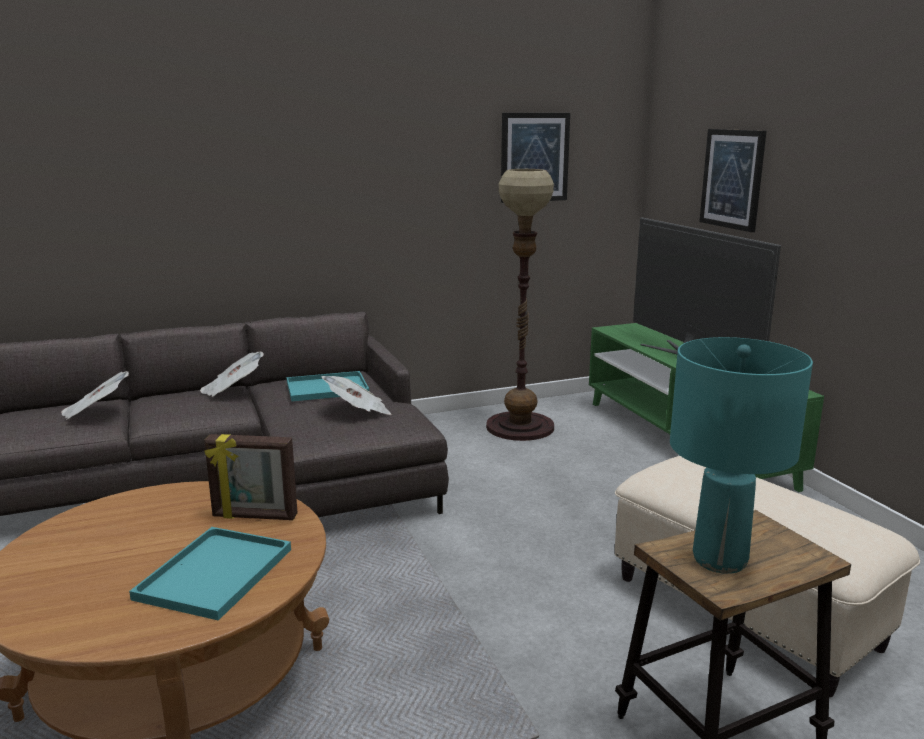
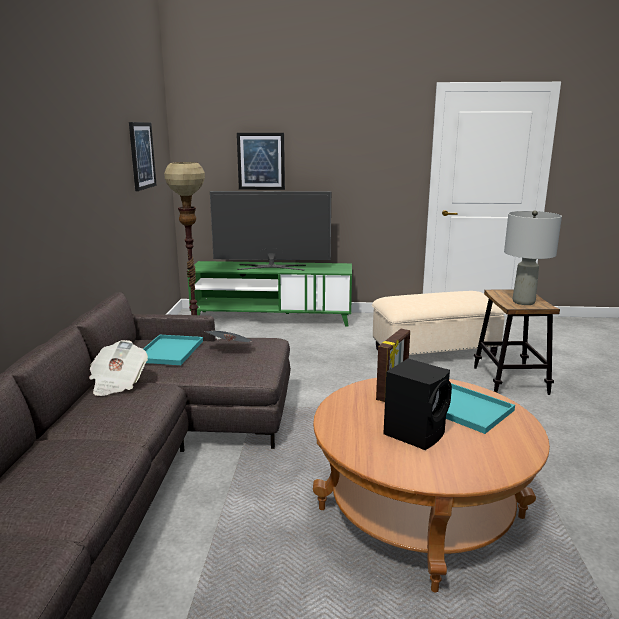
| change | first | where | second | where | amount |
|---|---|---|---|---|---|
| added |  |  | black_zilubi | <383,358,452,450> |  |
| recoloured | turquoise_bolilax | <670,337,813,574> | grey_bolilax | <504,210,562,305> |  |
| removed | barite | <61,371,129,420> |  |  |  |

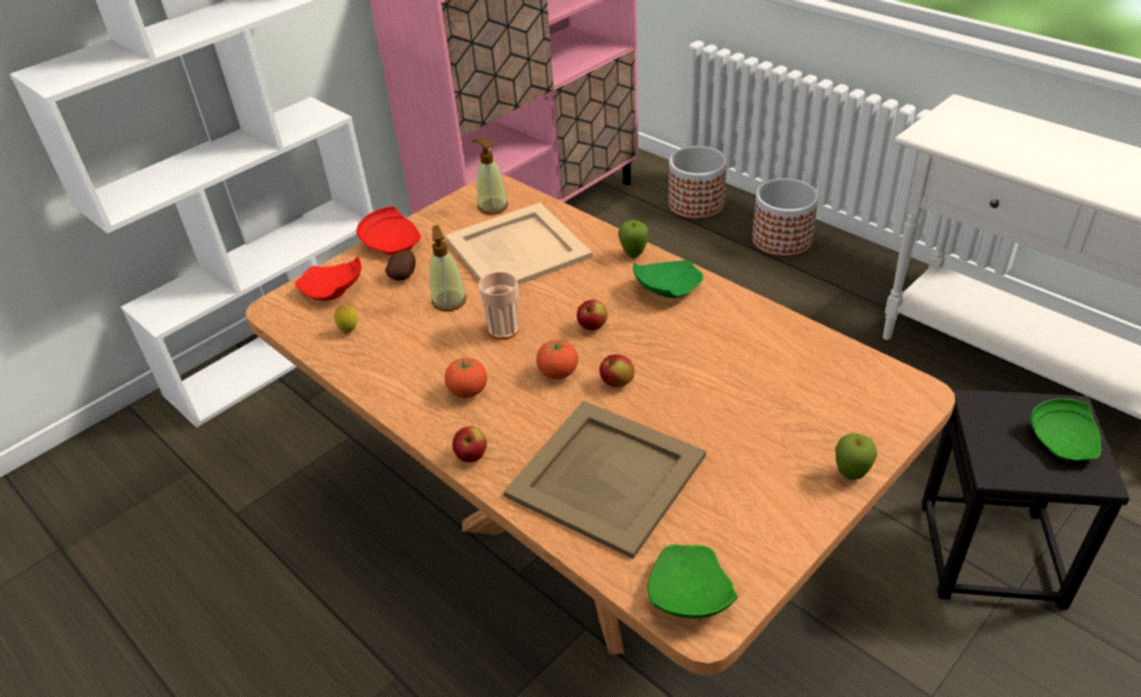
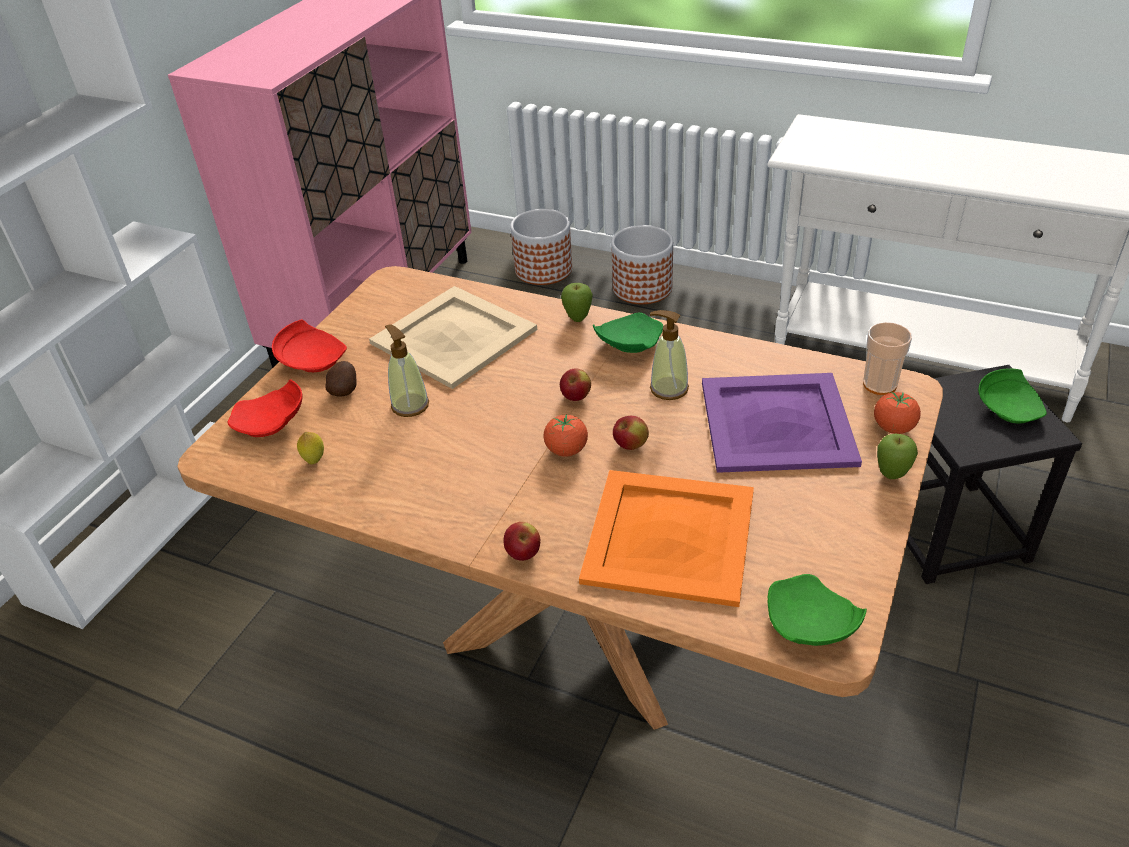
| change | first | where | second | where | amount |
|---|---|---|---|---|---|
| recoloured | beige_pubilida | <503,401,706,559> | orange_pubilida | <579,470,754,607> |  |
| moved | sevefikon | <472,138,508,215> |  | <650,310,689,400> |  |
| added |  |  | purple_pubilida | <702,373,862,473> |  |
| moved | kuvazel | <478,272,519,340> |  | <863,322,912,395> |  |
| moved | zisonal | <445,357,487,398> |  | <874,392,921,434> |  |

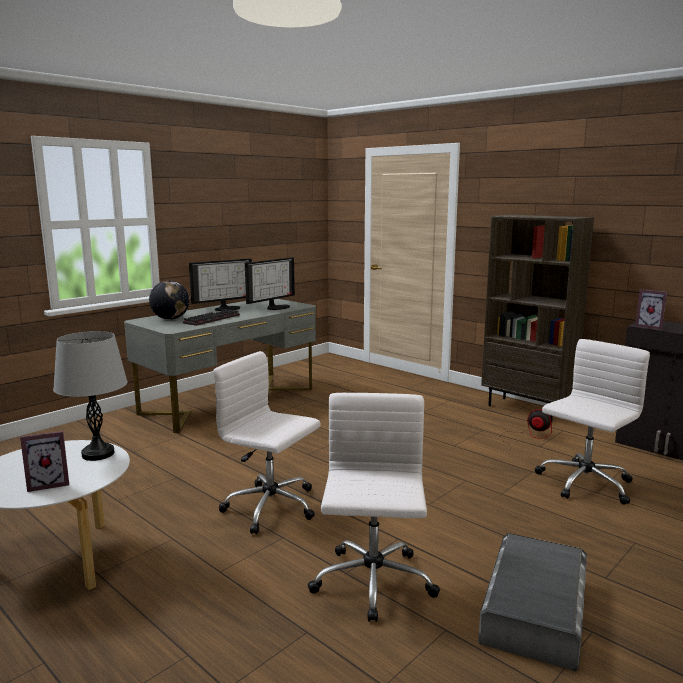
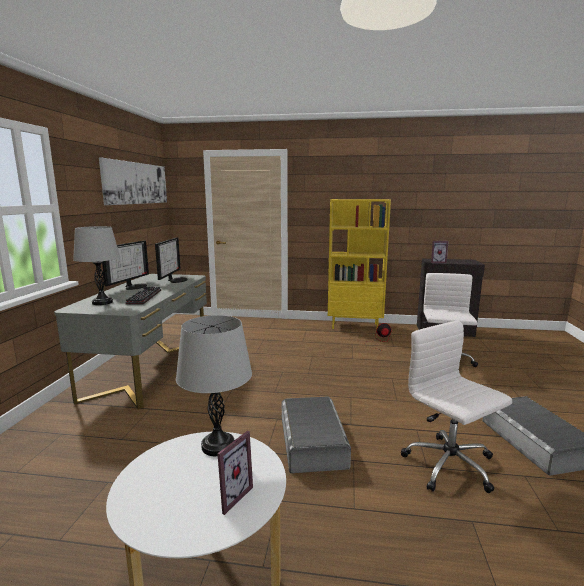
| change | first | where | second | where | amount |
|---|---|---|---|---|---|
| replaced | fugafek | <149,281,190,320> | grey_bolilax | <73,226,120,305> |  |
| added |  |  | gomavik | <99,157,167,205> |  |
| replaced | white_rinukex | <213,351,321,534> | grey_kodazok | <281,396,351,473> |  |
| recoloured | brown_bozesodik | <481,215,594,423> | yellow_bozesodik | <328,199,391,331> |  |

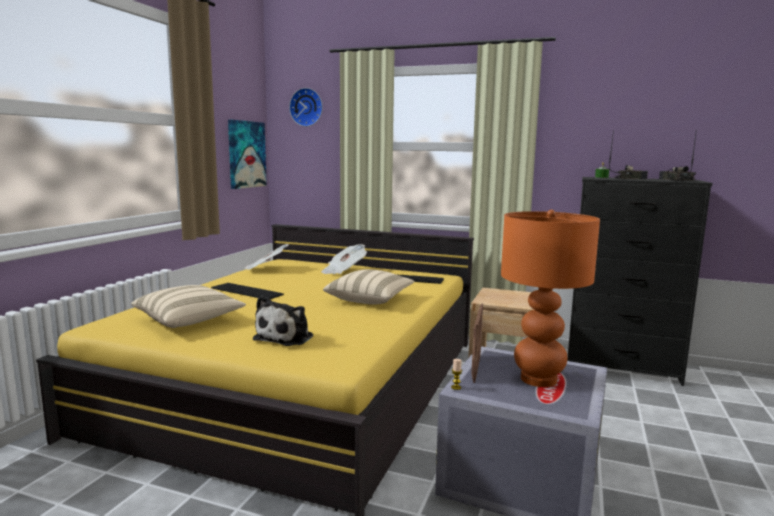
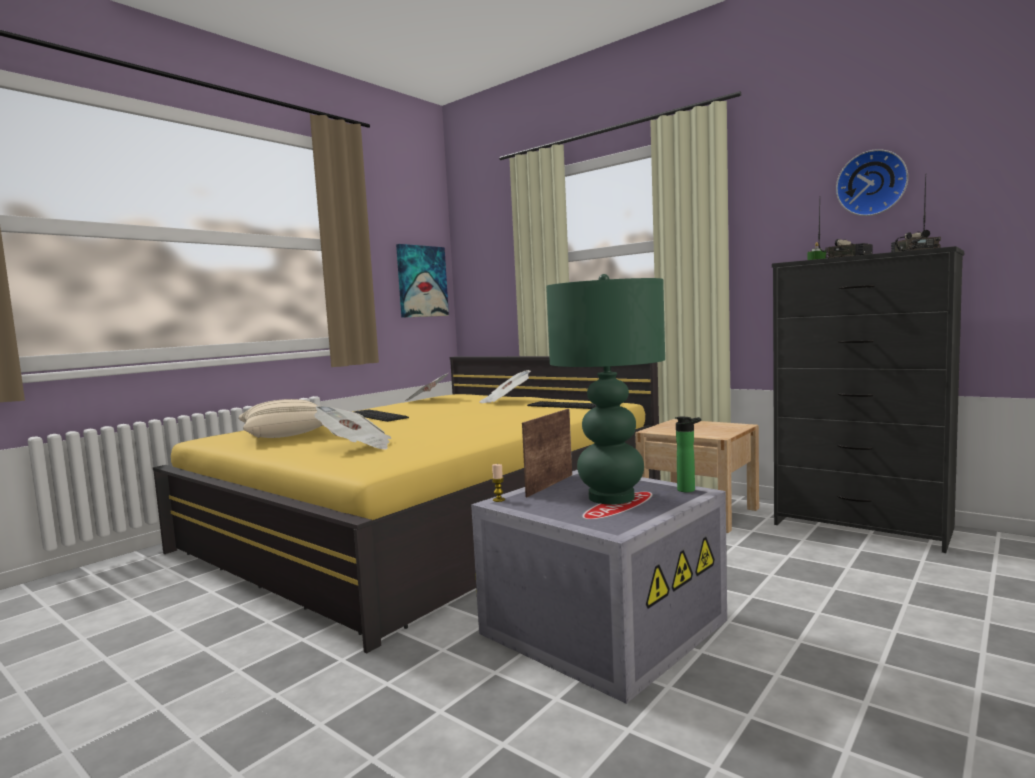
| change | first | where | second | where | amount |
|---|---|---|---|---|---|
| replaced | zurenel | <253,296,313,346> | barite | <314,406,391,450> |  |
| recoloured | orange_bolilax | <501,210,600,387> | green_bolilax | <546,274,665,504> |  |
| added |  |  | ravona | <675,417,701,492> |  |
| moved | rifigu | <289,88,323,127> |  | <836,149,908,216> |  |
| removed | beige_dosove | <323,269,415,305> |  |  |  |

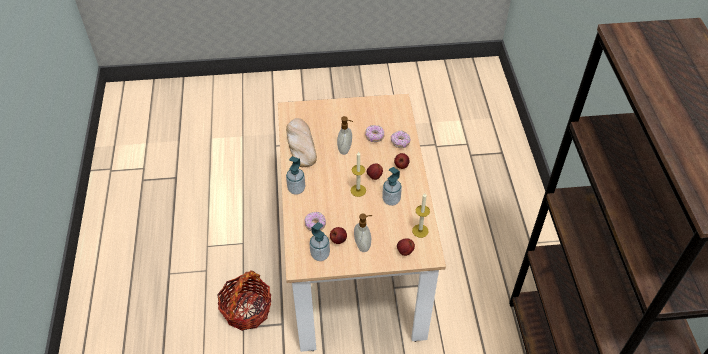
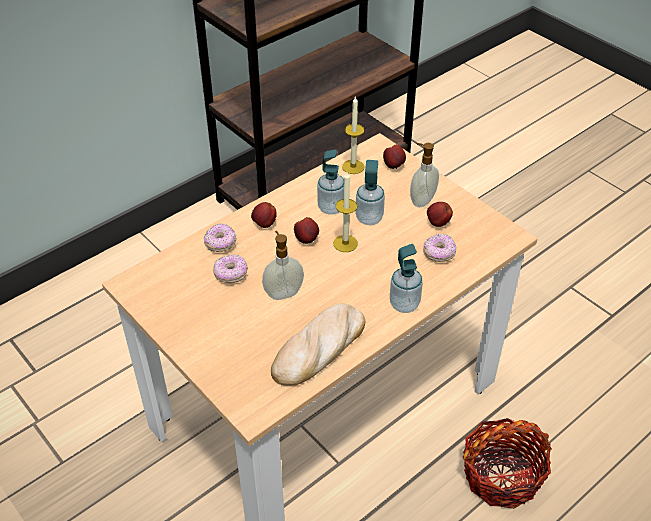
| change | first | where | second | where | amount |
|---|---|---|---|---|---|
| moved | sevefikon | <309,222,330,261> |  | <355,160,385,225> |  |

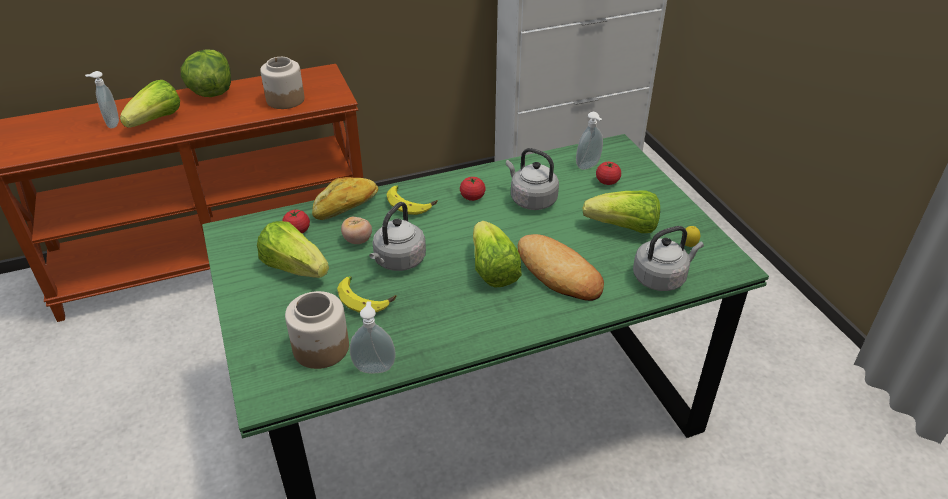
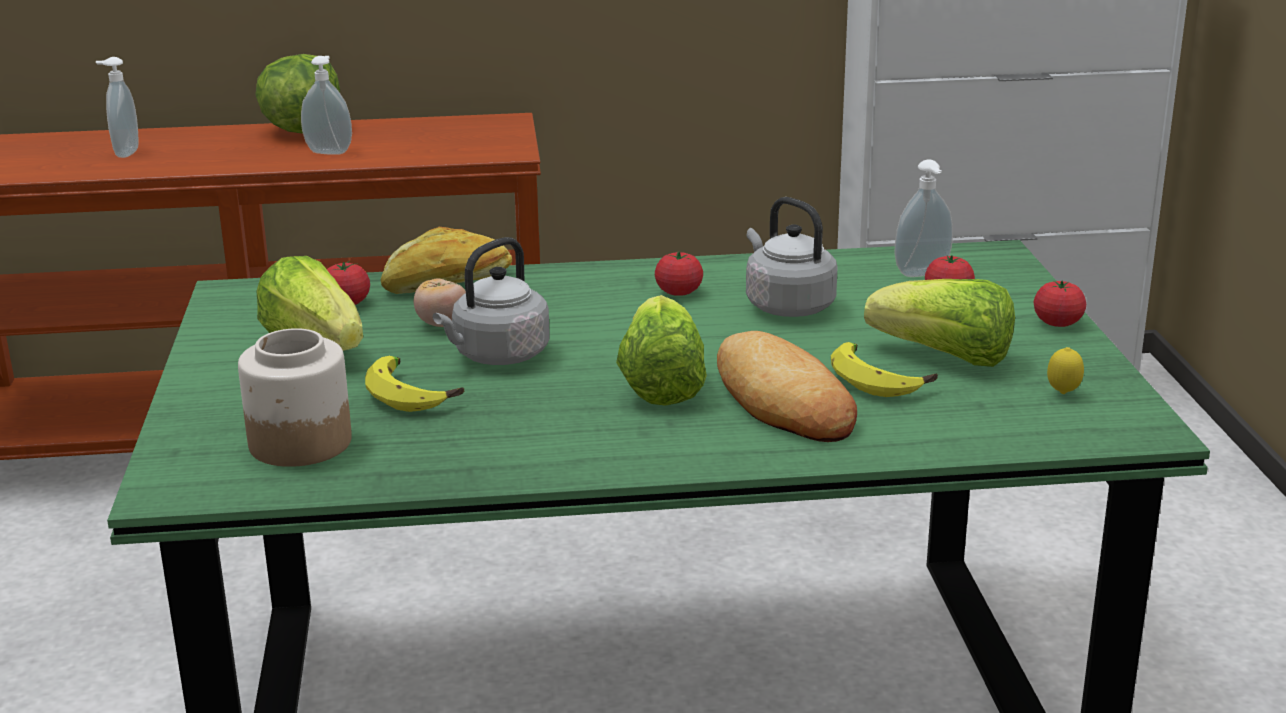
| change | first | where | second | where | amount |
|---|---|---|---|---|---|
| moved | sevefikon | <350,301,396,373> |  | <301,56,352,155> |  |
| moved | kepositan | <386,186,438,215> |  | <831,342,938,397> |  |
| added |  |  | zisonal | <1034,280,1086,327> |  |
| removed | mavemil | <120,80,180,128> |  |  |  |
| removed | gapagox | <260,57,305,109> |  |  |  |
| removed | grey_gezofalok | <633,226,704,291> |  |  |  |

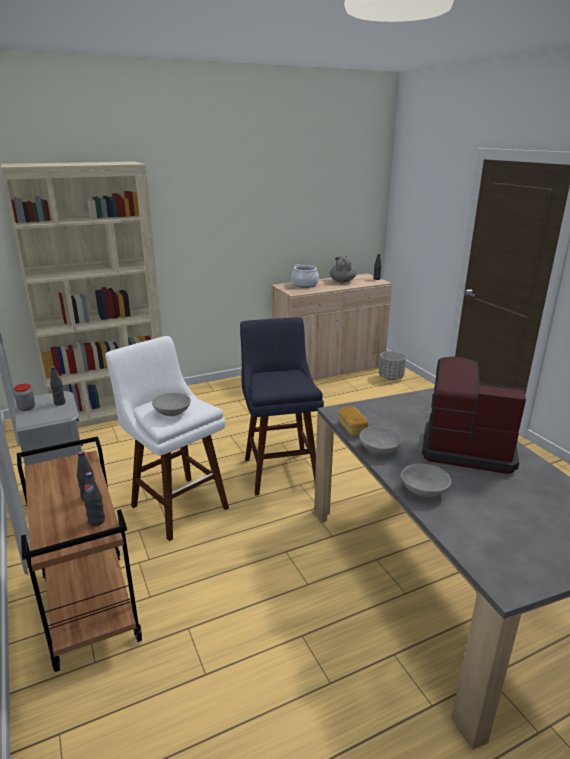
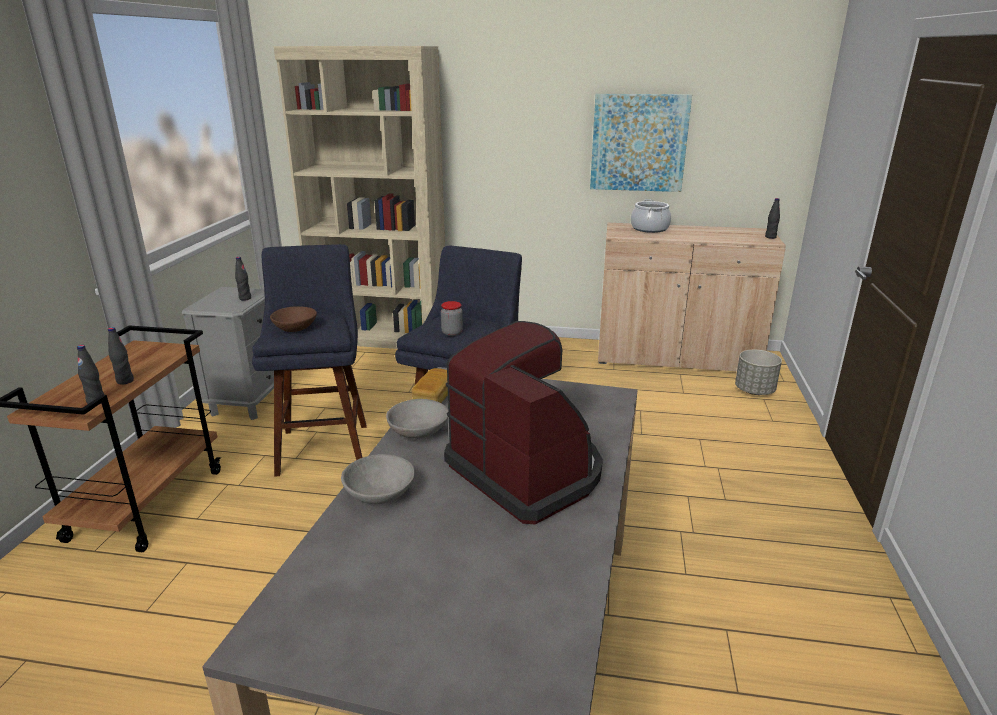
| change | first | where | second | where | amount |
|---|---|---|---|---|---|
| recoloured | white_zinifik | <105,336,229,541> | blue_zinifik | <252,244,367,477> |  |
| recoloured | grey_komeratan | <152,393,191,416> | brown_komeratan | <270,306,317,332> |  |
| moved | gapagox | <14,384,35,411> |  | <441,301,463,336> |  |
| added |  |  | gomavik | <590,94,692,192> |  |
| removed | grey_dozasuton | <330,256,356,283> |  |  |  |

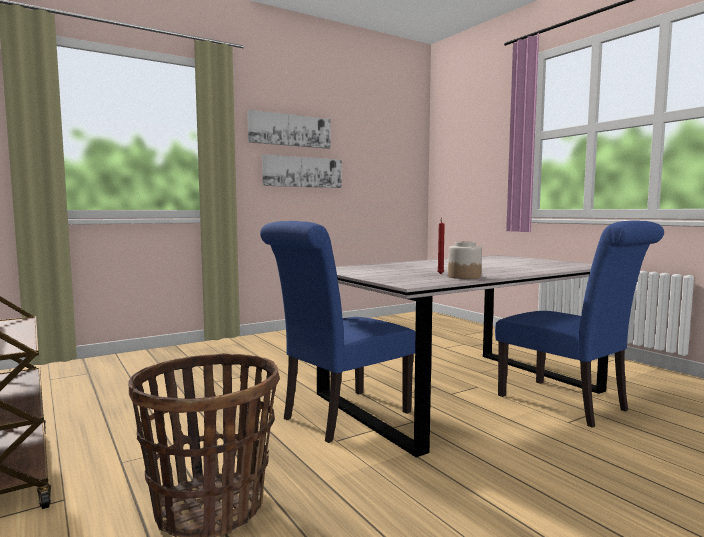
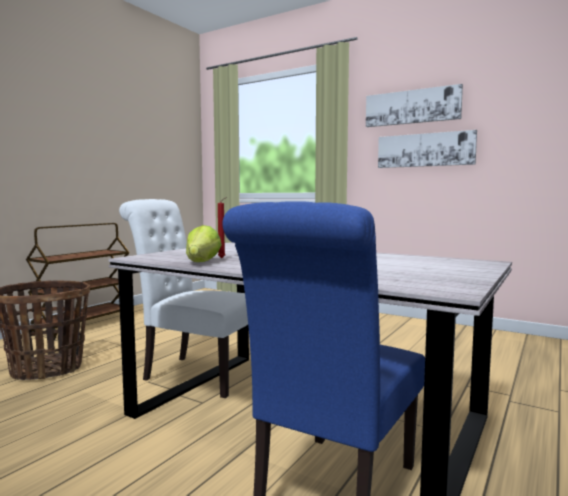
| change | first | where | second | where | amount |
|---|---|---|---|---|---|
| recoloured | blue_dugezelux | <260,221,415,443> | white_dugezelux | <119,199,248,398> |  |
| replaced | gapagox | <448,241,482,279> | mavemil | <186,225,222,262> |  |

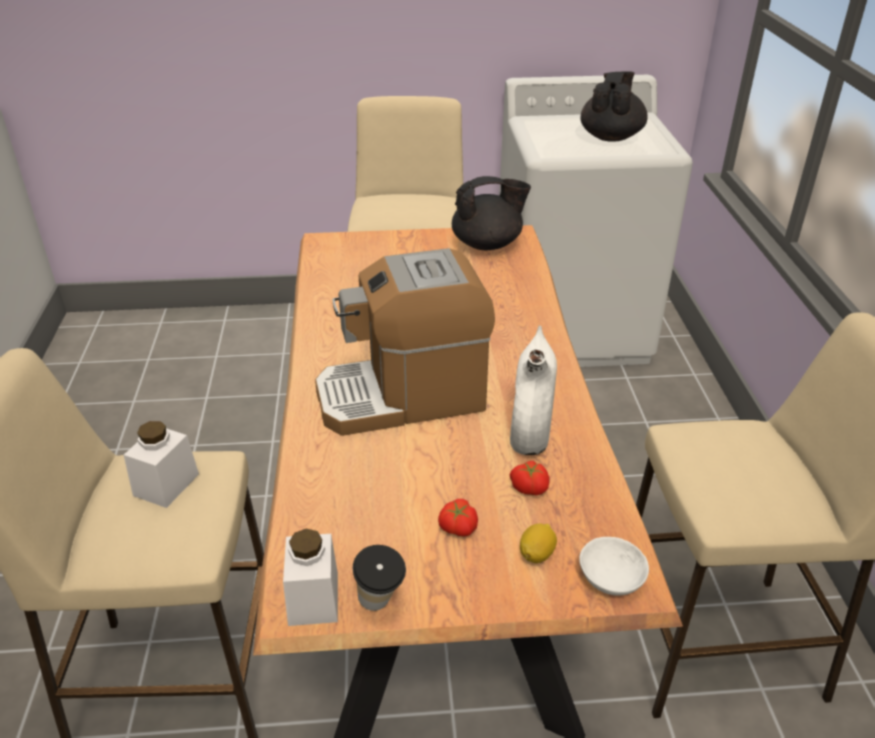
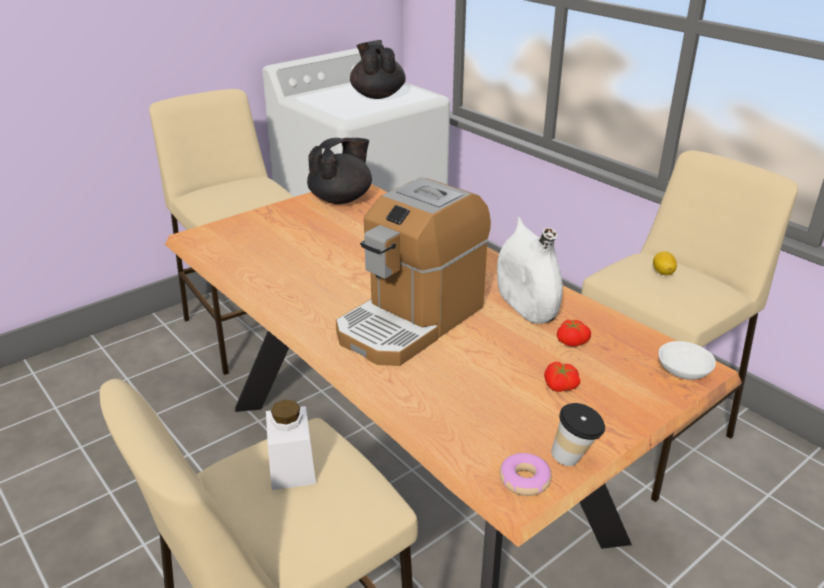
| change | first | where | second | where | amount |
|---|---|---|---|---|---|
| replaced | white_gapagox | <283,529,338,626> | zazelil | <500,453,552,496> |  |
| moved | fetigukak | <520,523,557,563> |  | <653,251,677,275> |  |

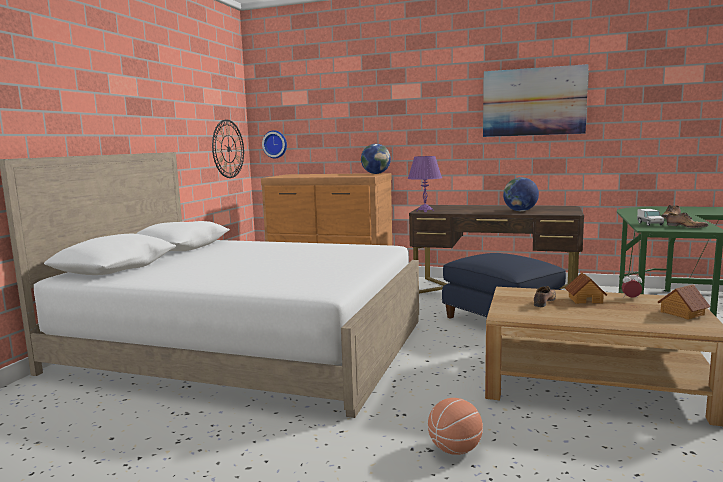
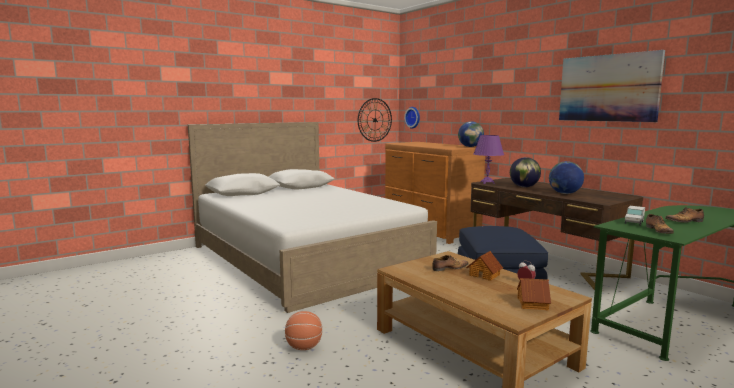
| change | first | where | second | where | amount |
|---|---|---|---|---|---|
| added |  |  | fugafek | <510,157,541,187> |  |

